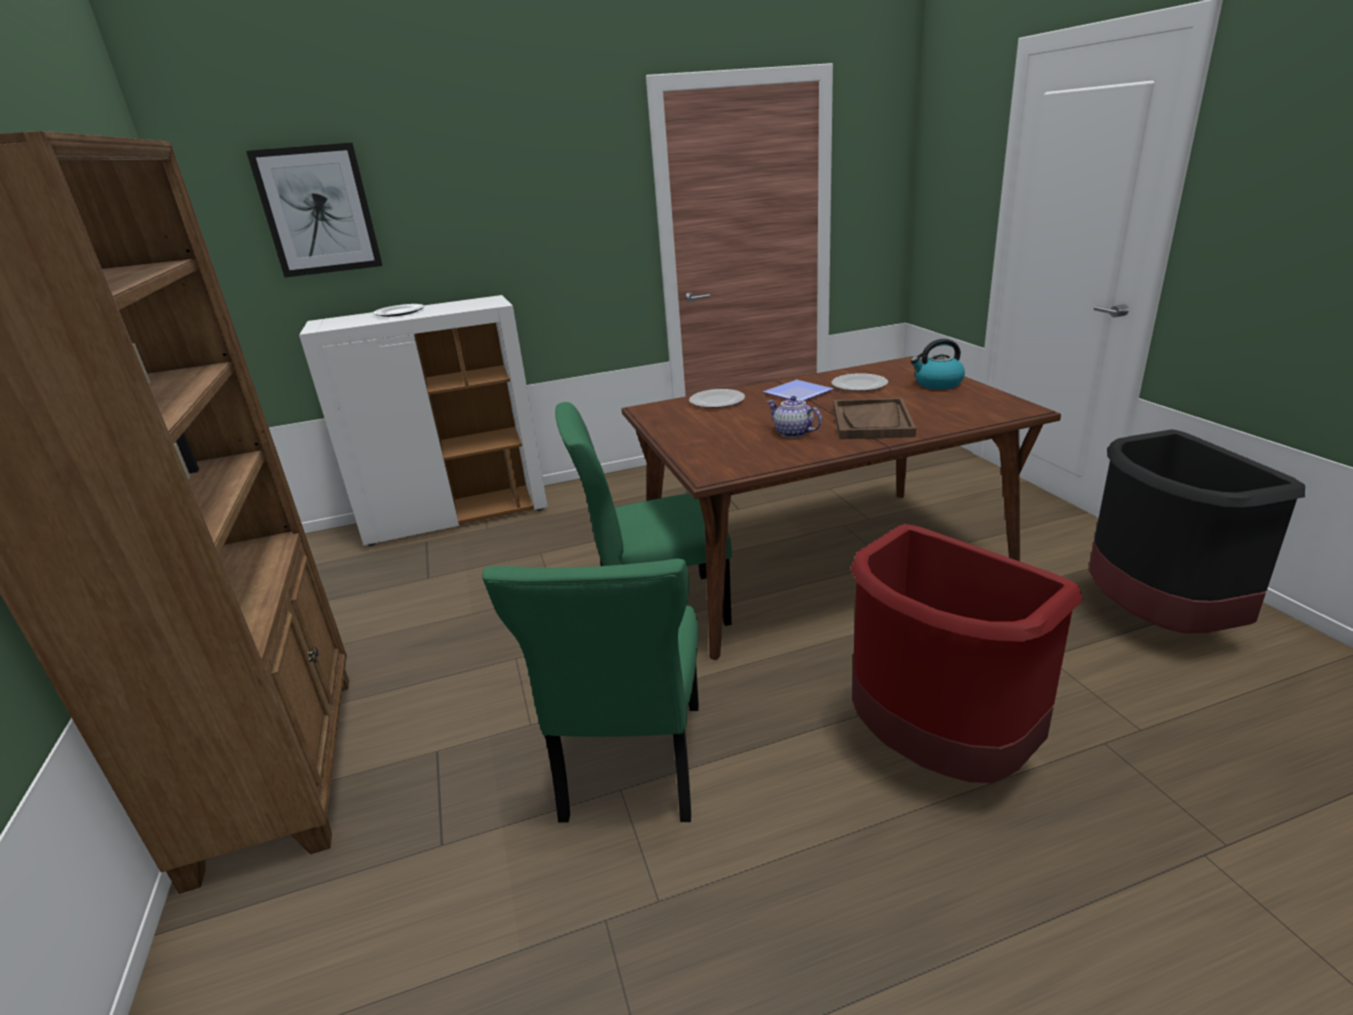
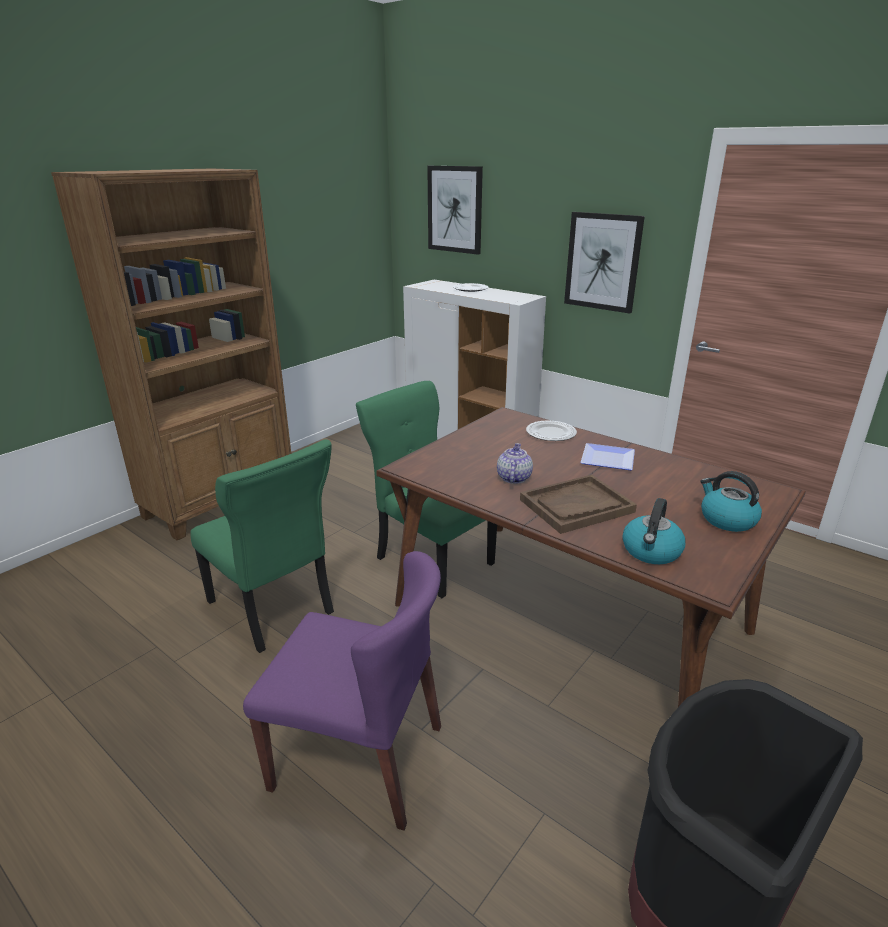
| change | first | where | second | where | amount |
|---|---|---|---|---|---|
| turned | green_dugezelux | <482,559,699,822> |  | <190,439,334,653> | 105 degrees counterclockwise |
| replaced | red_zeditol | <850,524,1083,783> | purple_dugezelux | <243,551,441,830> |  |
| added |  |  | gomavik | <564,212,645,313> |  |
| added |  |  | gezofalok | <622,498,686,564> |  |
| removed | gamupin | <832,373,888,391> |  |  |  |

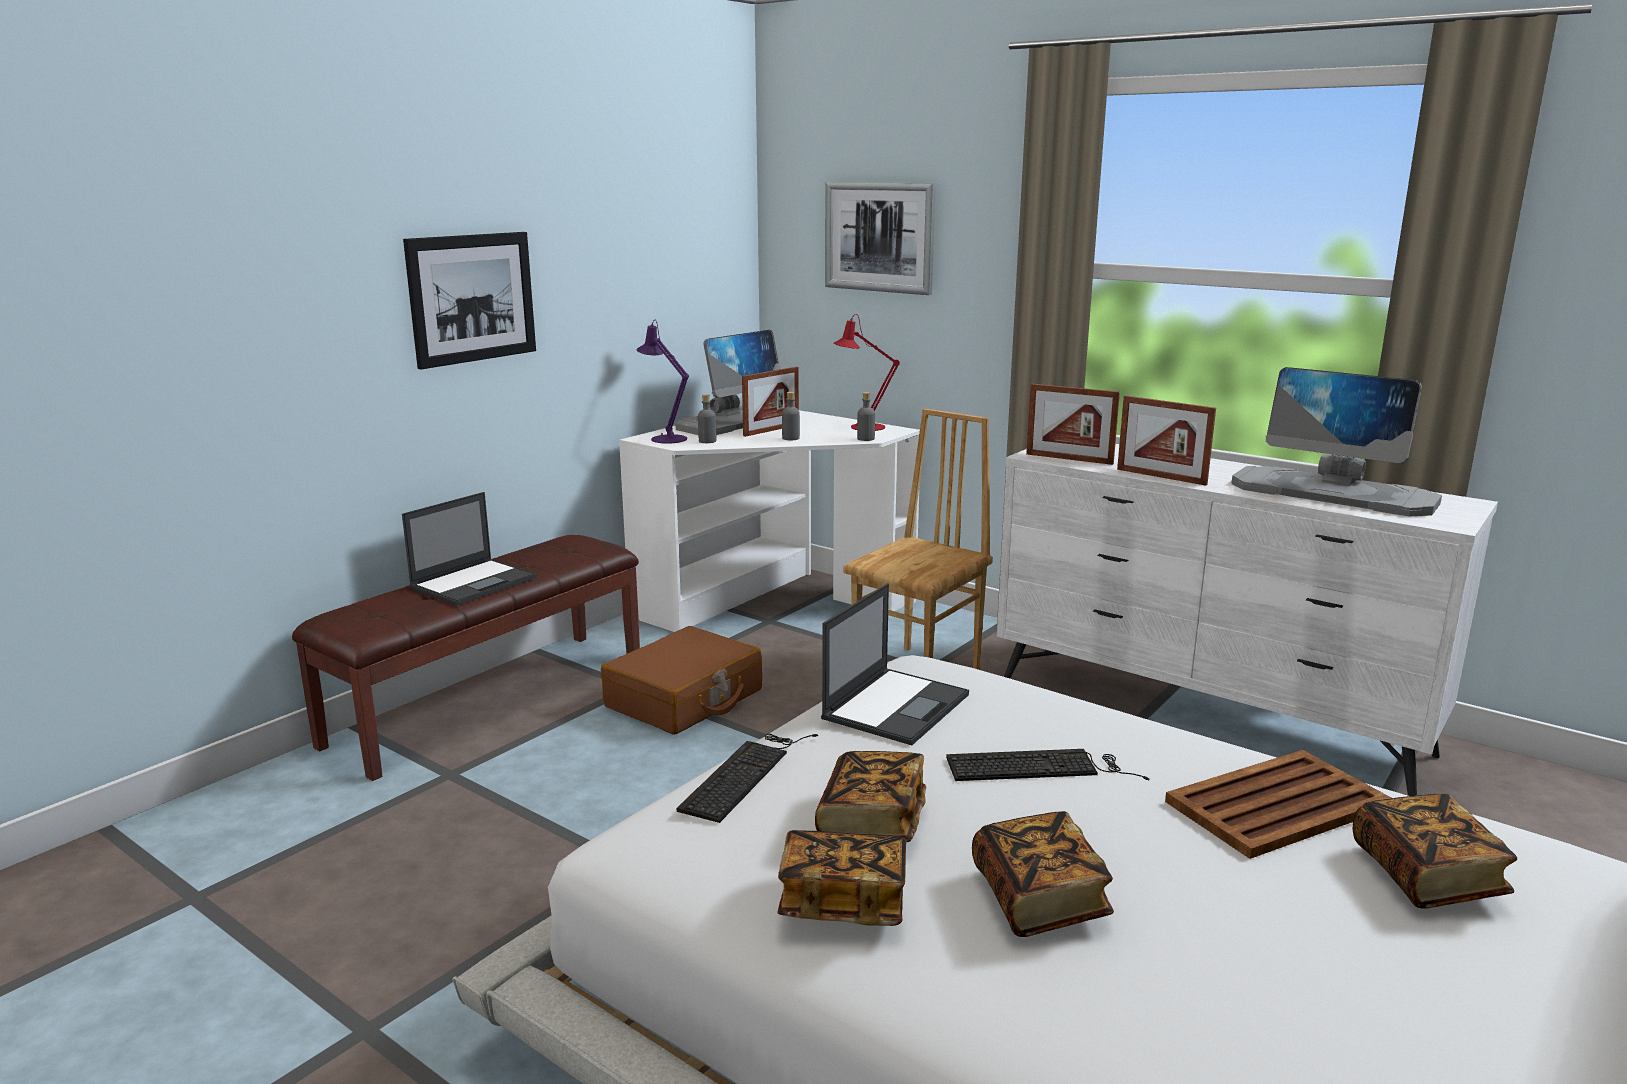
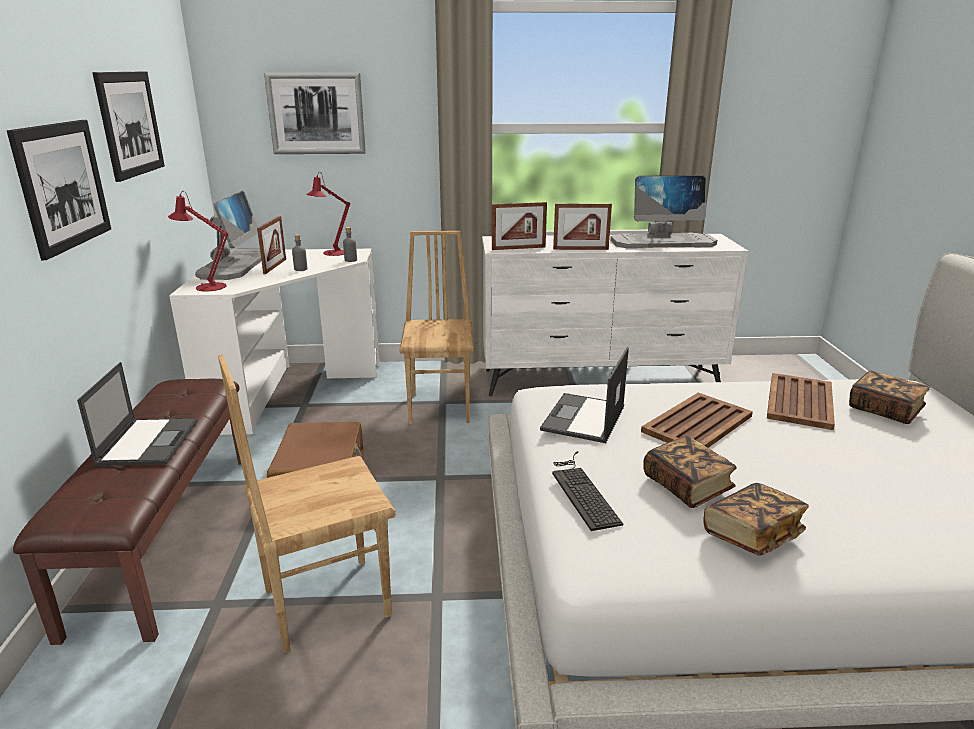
| change | first | where | second | where | amount |
|---|---|---|---|---|---|
| added |  |  | gomavik | <92,71,165,182> |  |
| recoloured | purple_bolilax | <636,320,689,444> | red_bolilax | <168,191,228,291> |  |
| added |  |  | brown_dugezelux | <218,355,396,653> |  |
| turned | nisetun | <821,583,969,745> |  | <540,347,629,443> | 150 degrees counterclockwise |
| replaced | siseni | <946,749,1149,781> | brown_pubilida | <641,393,753,448> |  |
| removed | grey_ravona | <698,394,716,443> |  |  |  |
| removed | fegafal | <972,811,1114,937> |  |  |  |

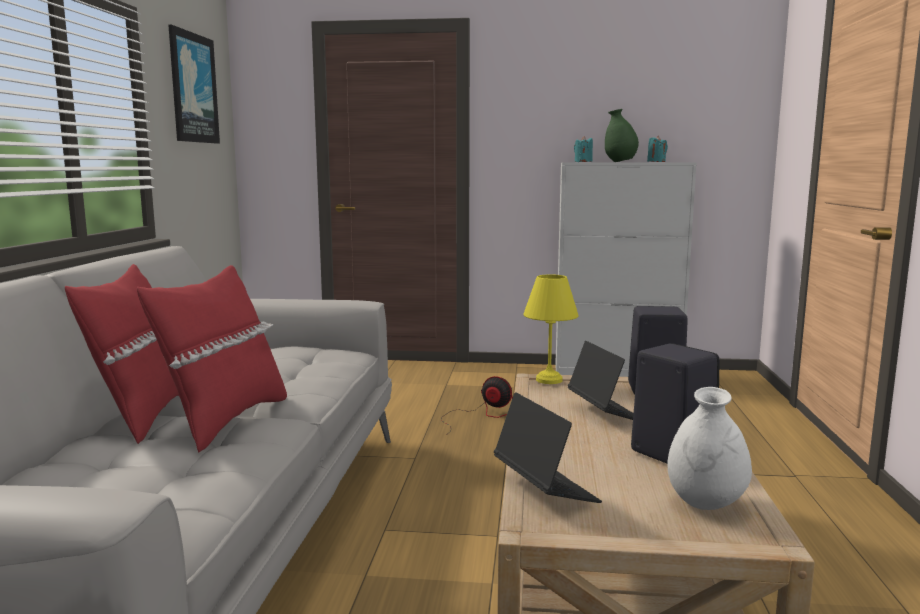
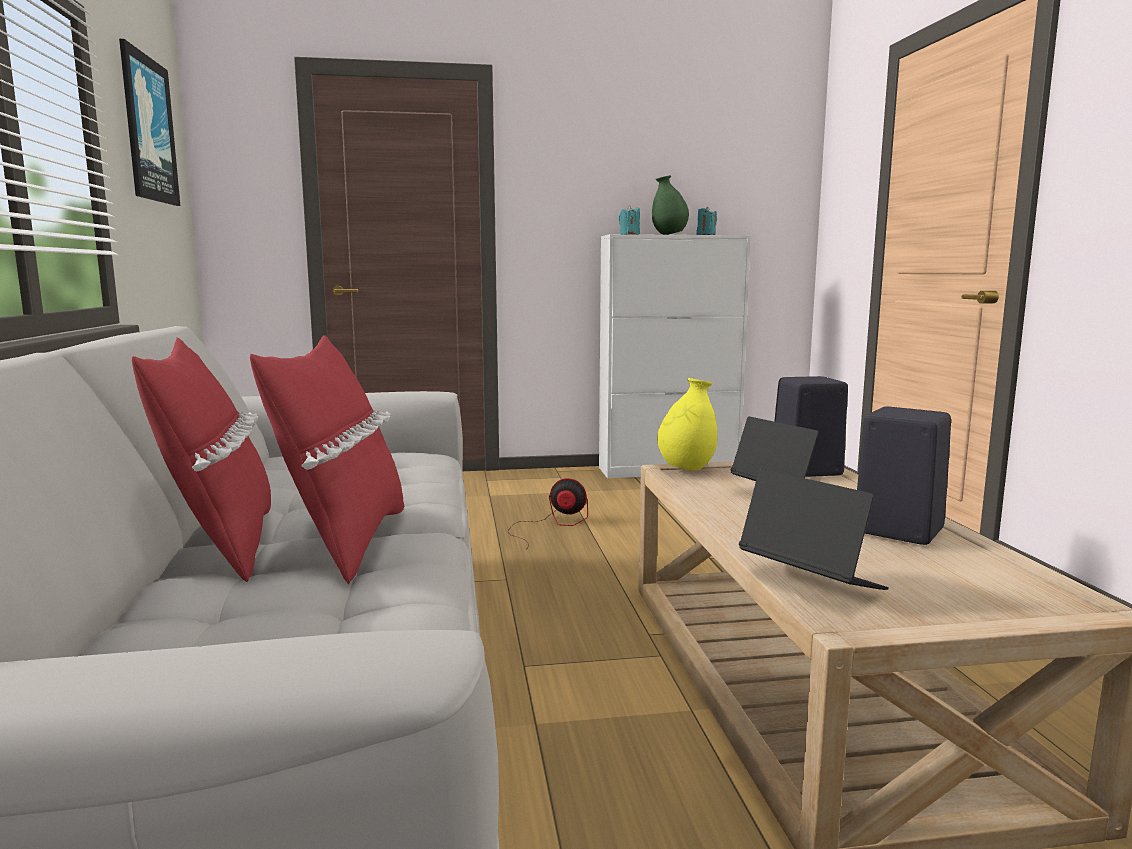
| change | first | where | second | where | amount |
|---|---|---|---|---|---|
| replaced | yellow_bolilax | <523,274,578,384> | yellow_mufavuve | <657,378,717,471> |  |
| removed | white_mufavuve | <667,387,752,510> |  |  |  |

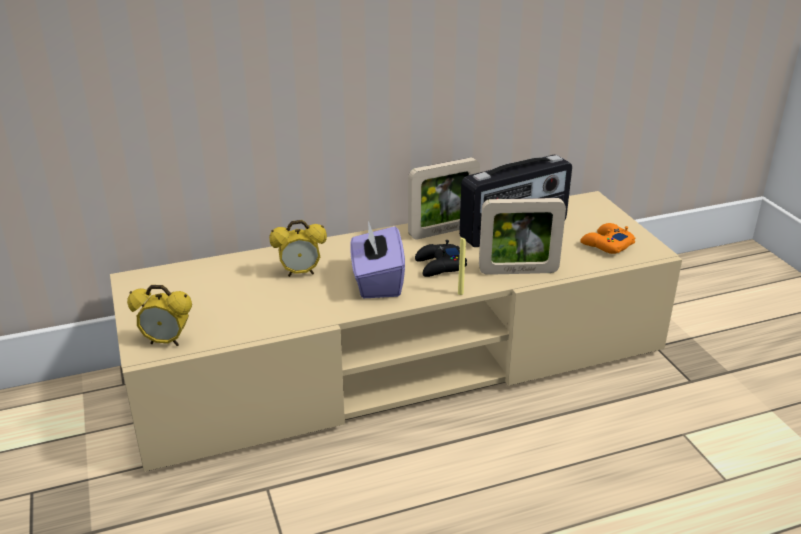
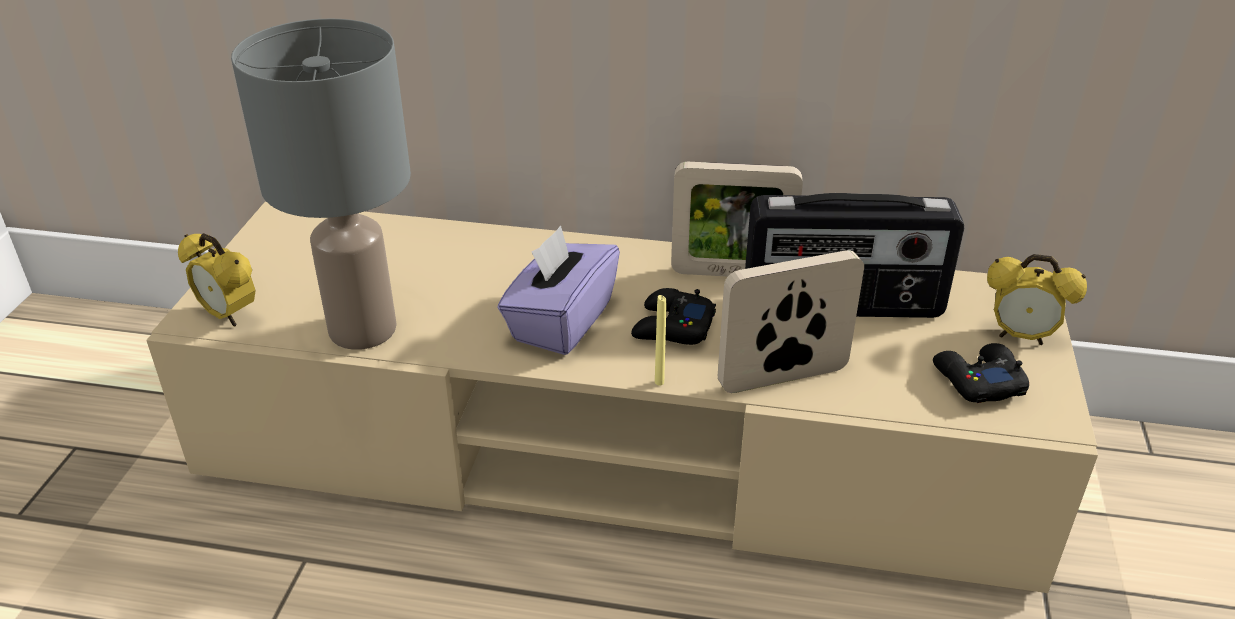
| change | first | where | second | where | amount |
|---|---|---|---|---|---|
| added |  |  | grey_bolilax | <231,19,411,350> |  |
| turned | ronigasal | <479,198,566,275> |  | <718,250,864,393> | 135 degrees clockwise |
| recoloured | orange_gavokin | <580,223,636,254> | black_gavokin | <933,343,1029,403> |  |
| moved | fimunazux | <269,220,327,277> |  | <987,254,1087,345> |  |

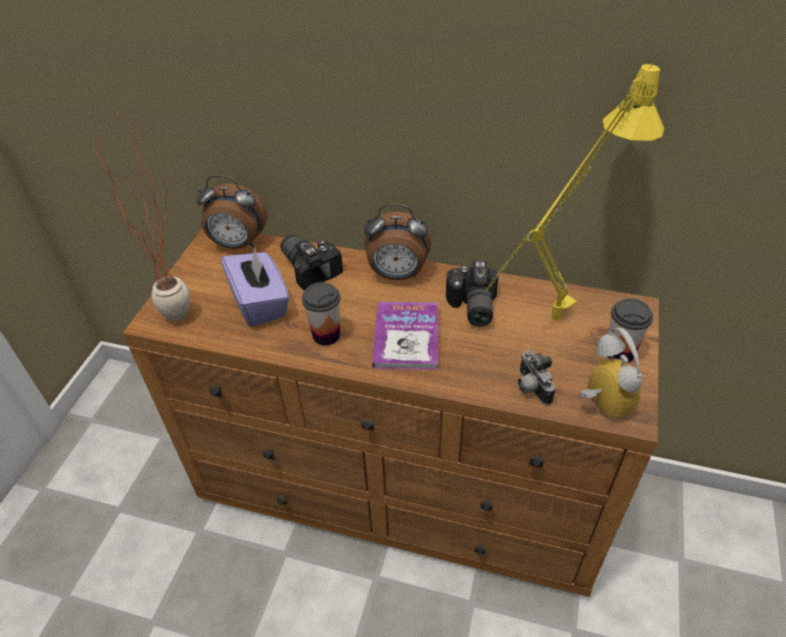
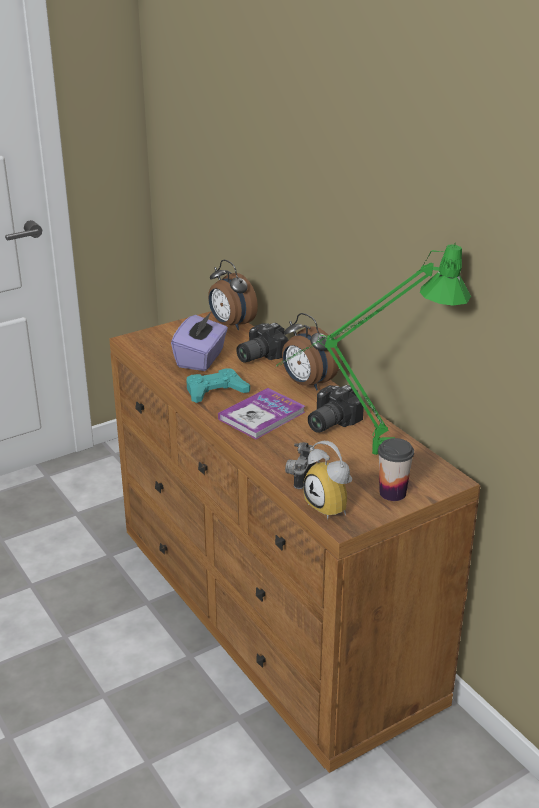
| change | first | where | second | where | amount |
|---|---|---|---|---|---|
| replaced | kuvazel | <302,282,341,346> | turquoise_gavokin | <187,368,250,403> |  |
| turned | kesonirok | <280,235,343,290> |  | <236,323,289,363> | 135 degrees counterclockwise |
| recoloured | yellow_bolilax | <485,62,664,320> | green_bolilax | <276,243,471,455> |  |
| turned | fimunazux | <580,327,642,418> |  | <303,441,352,519> | 120 degrees clockwise |
| removed | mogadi | <93,107,191,322> |  |  |  |

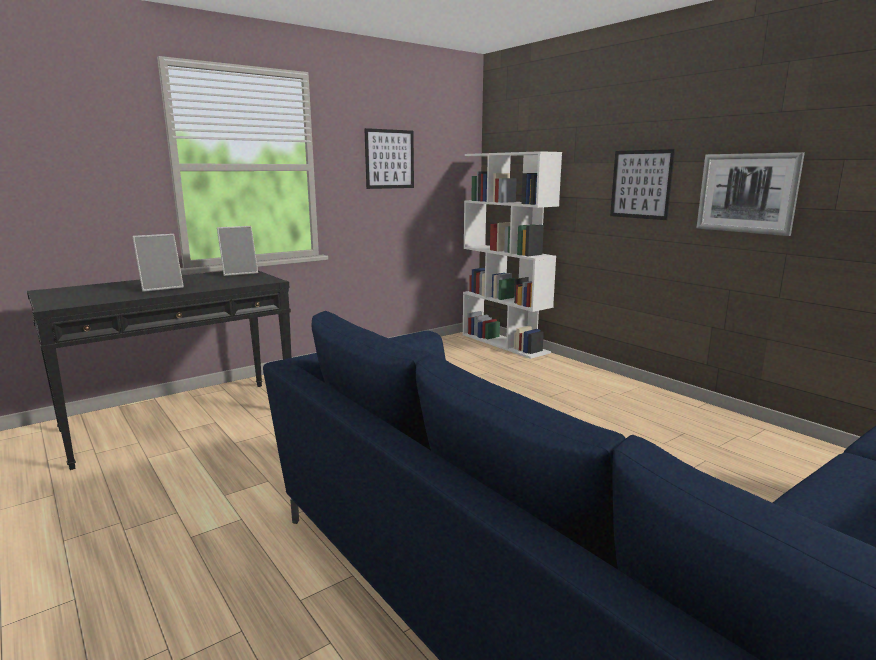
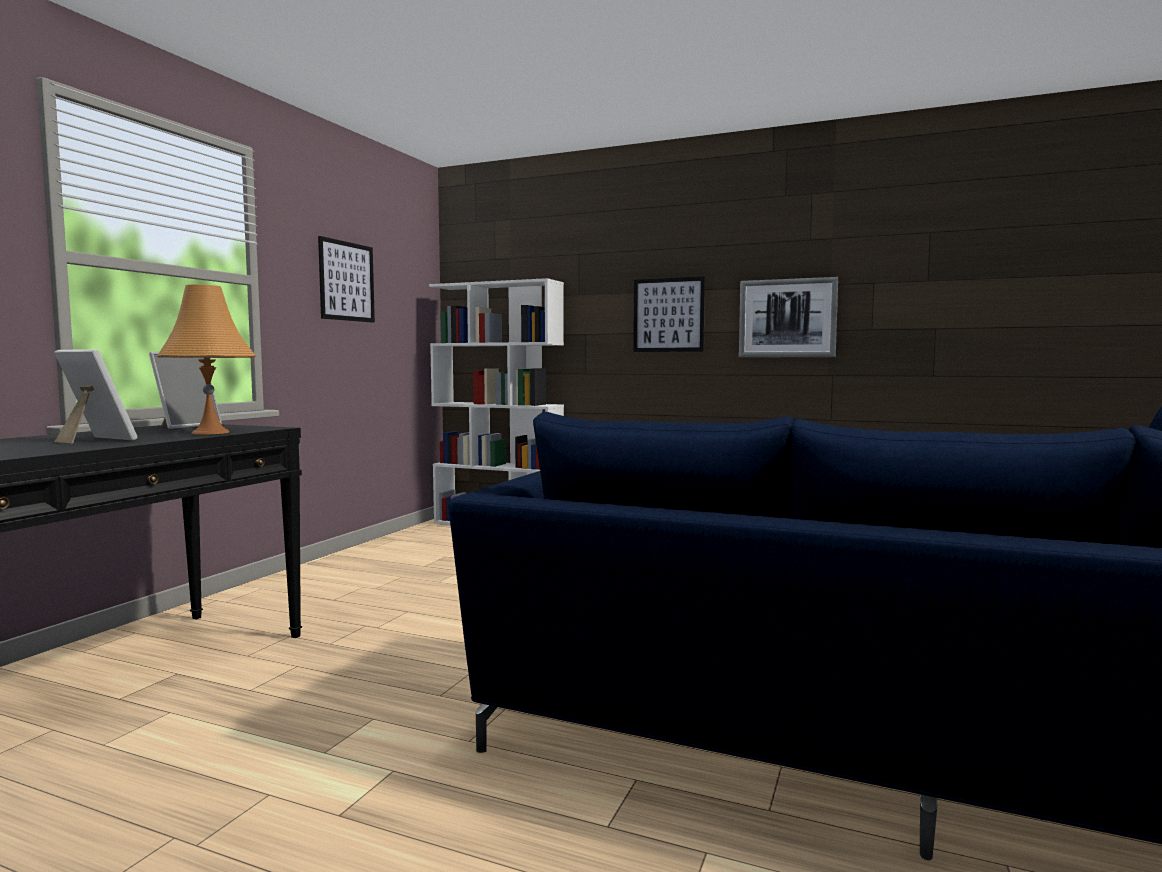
| change | first | where | second | where | amount |
|---|---|---|---|---|---|
| turned | ronigasal | <133,234,184,292> |  | <54,349,138,444> | 90 degrees counterclockwise |
| added |  |  | orange_bolilax | <157,284,256,435> |  |

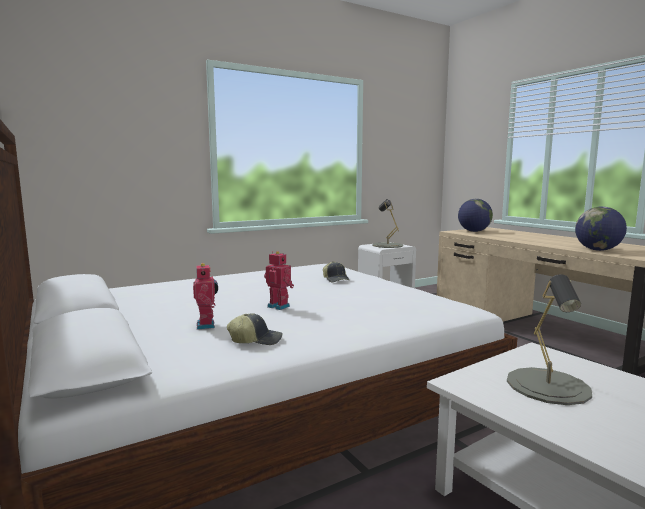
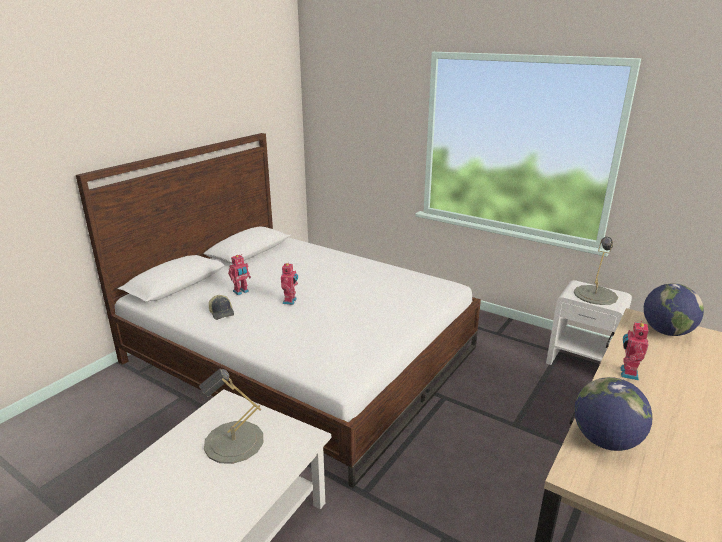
| change | first | where | second | where | amount |
|---|---|---|---|---|---|
| added |  |  | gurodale | <620,321,649,380> |  |
| removed | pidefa | <323,261,349,282> |  |  |  |

